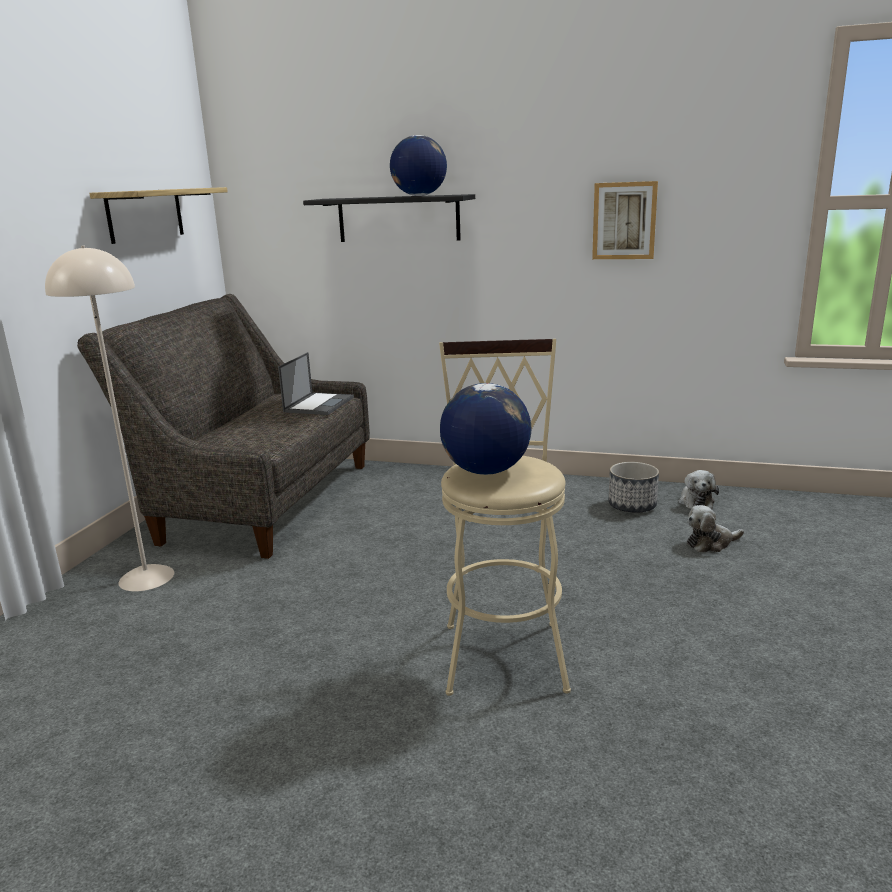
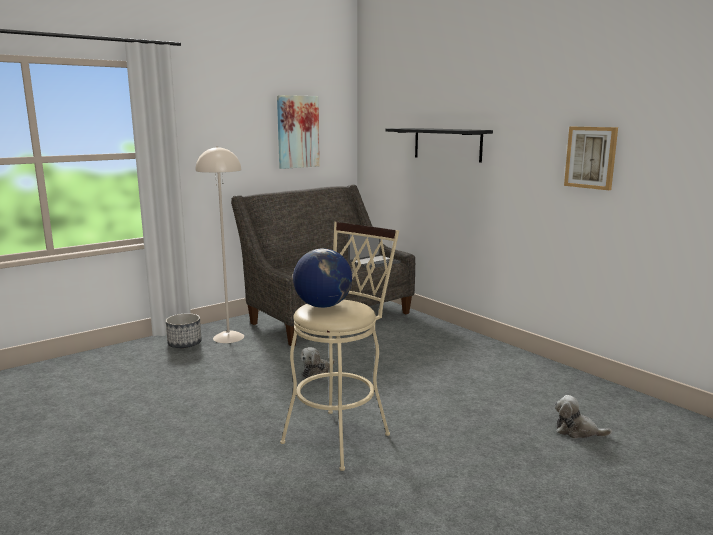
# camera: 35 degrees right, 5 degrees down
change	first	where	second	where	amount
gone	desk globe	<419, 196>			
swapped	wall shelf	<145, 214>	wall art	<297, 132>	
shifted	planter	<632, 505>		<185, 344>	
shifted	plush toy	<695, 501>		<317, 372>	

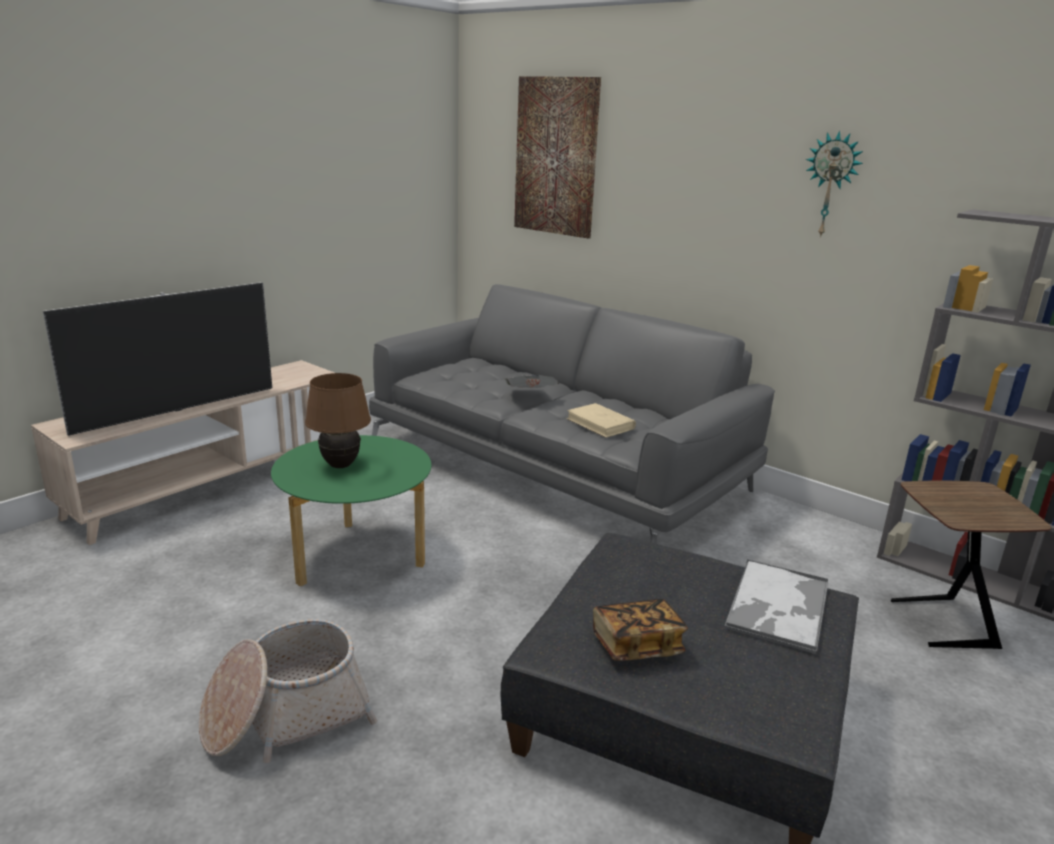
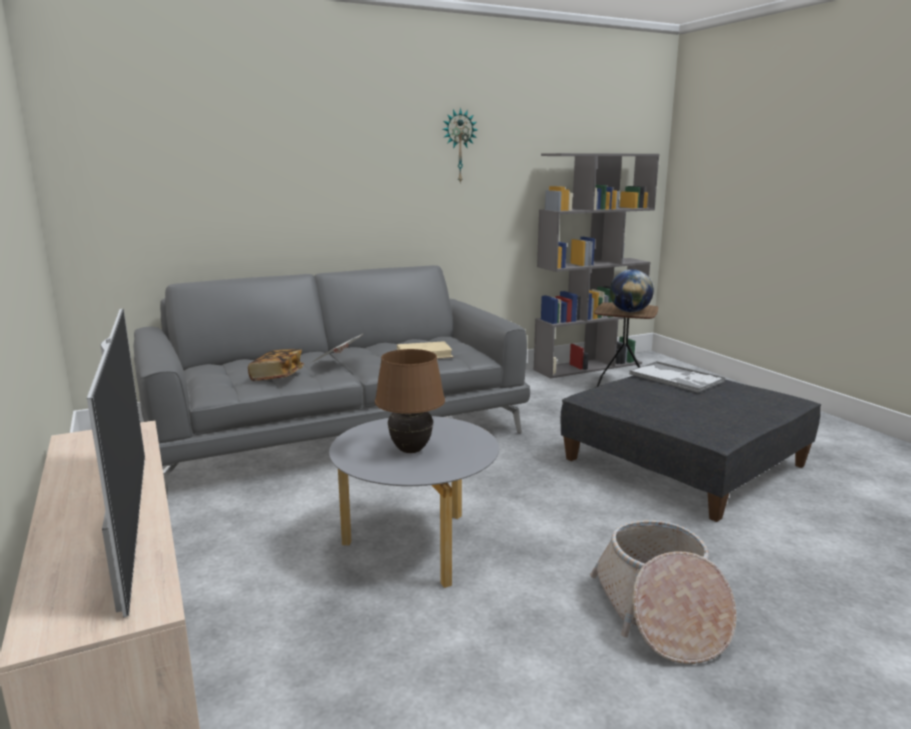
# camera: 65 degrees left, 5 degrees down
change	first	where	second	where	amount
gone	wall art	<556, 157>			
repainted	low table (greenish)	<357, 556>	low table (grey)	<416, 546>	
shifted	book	<636, 645>		<277, 376>	
new			desk globe	<629, 311>	

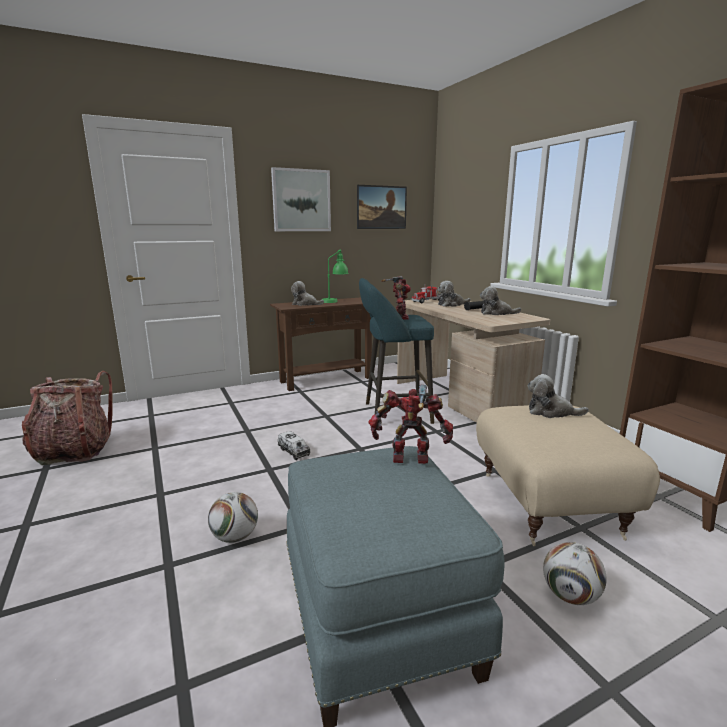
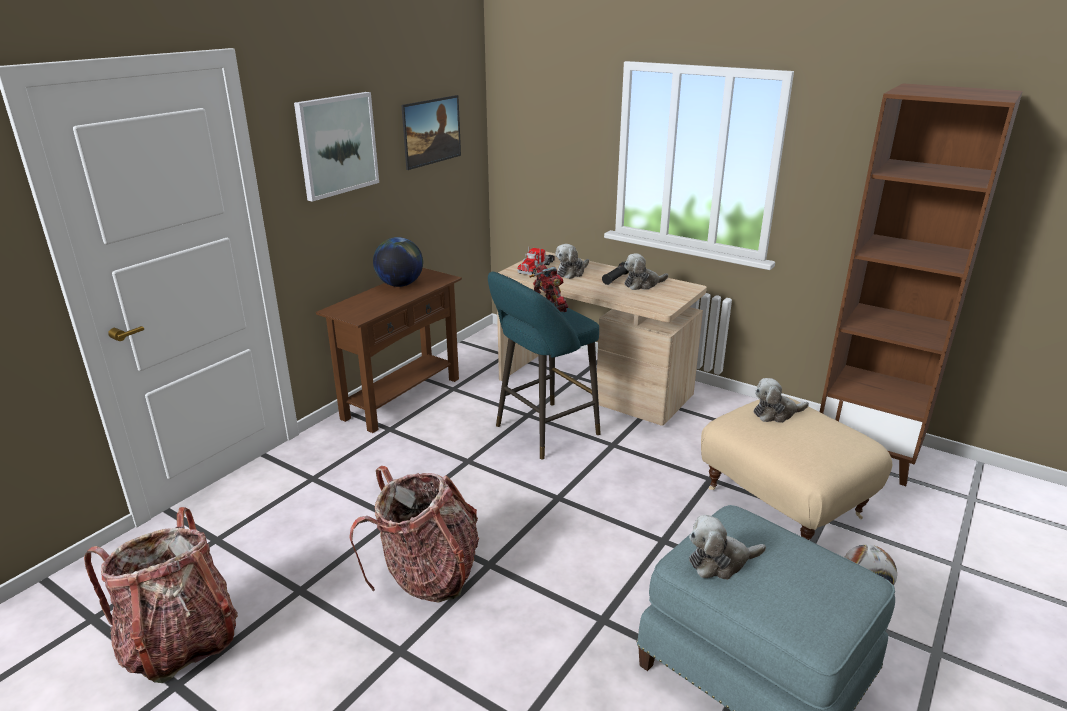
# camera: 30 degrees left, 10 degrees up
change	first	where	second	where	amount
swapped	tabletop lamp (greenish)	<335, 300>	desk globe	<400, 284>	
shifted	plush toy	<305, 304>		<720, 562>	
gone	model robot	<410, 458>			
gone	toy truck	<294, 451>			
gone	football ball	<235, 537>			
new			backpack	<428, 575>	

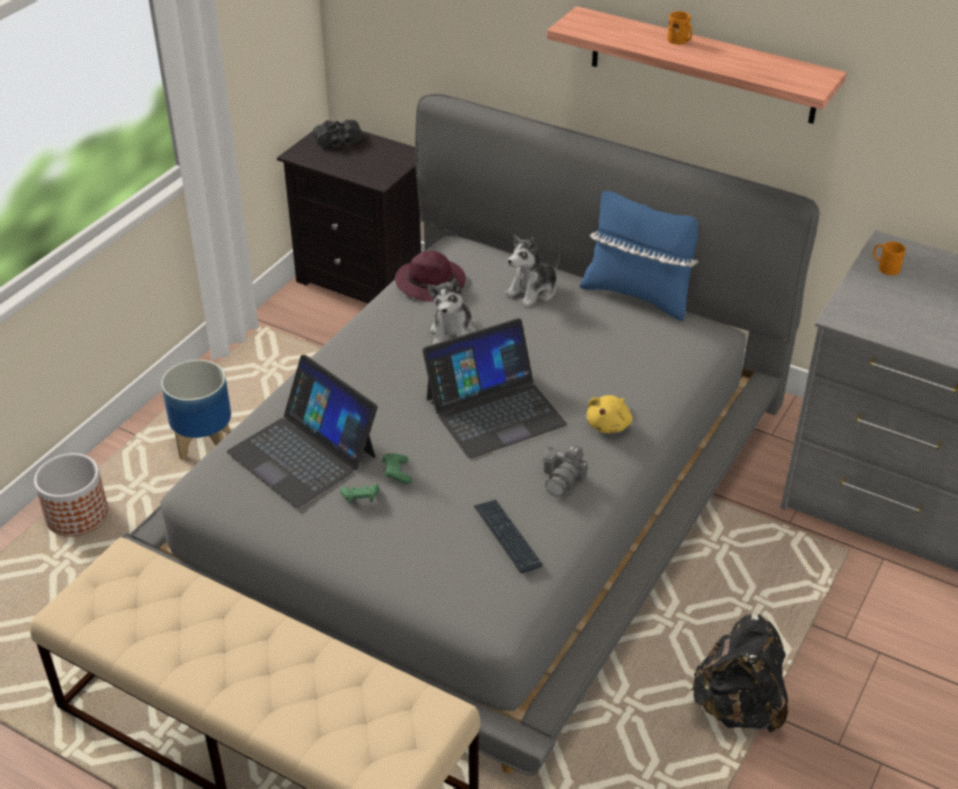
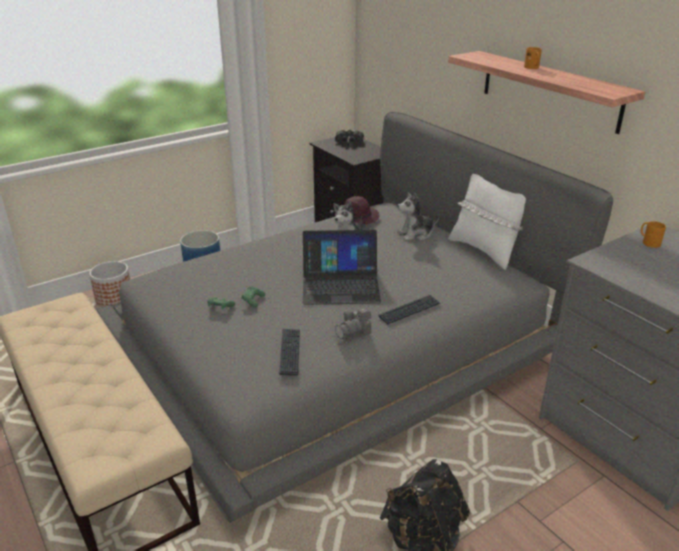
# camera: 25 degrees right, 10 degrees down
change	first	where	second	where	amount
repainted	pillow (blue-coloured)	<638, 295>	pillow (white-coloured)	<484, 250>	
gone	portable computer	<303, 453>			
swapped	plush toy (yellow)	<609, 424>	keyboard	<409, 310>	

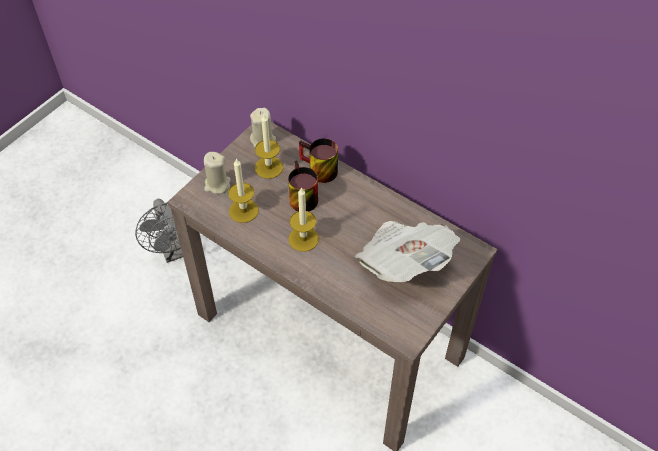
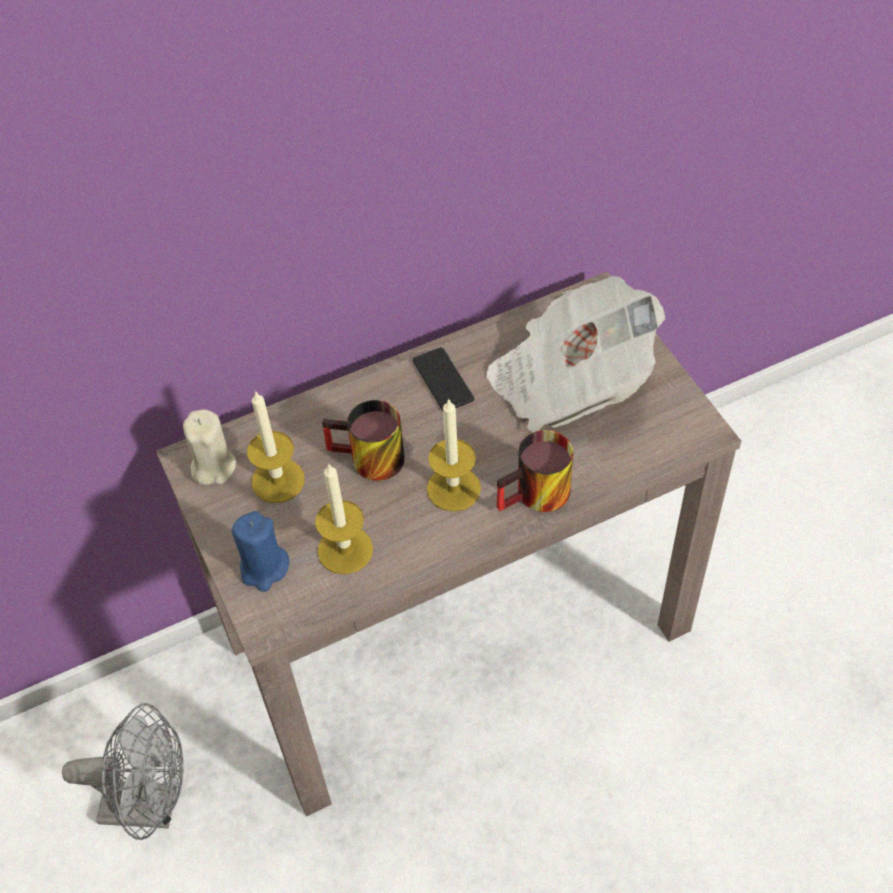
# camera: 60 degrees left, 0 degrees up
change	first	where	second	where	amount
shifted	coffee mug	<317, 171>		<538, 498>	
repainted	candle (beige)	<217, 185>	candle (blue-coloured)	<264, 568>	
new			telephone	<443, 380>	

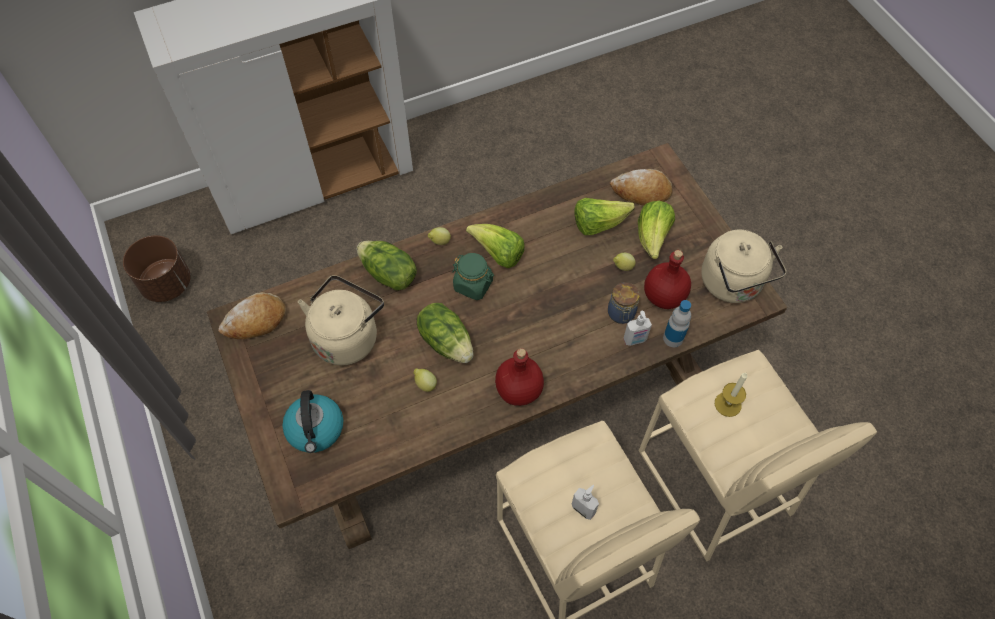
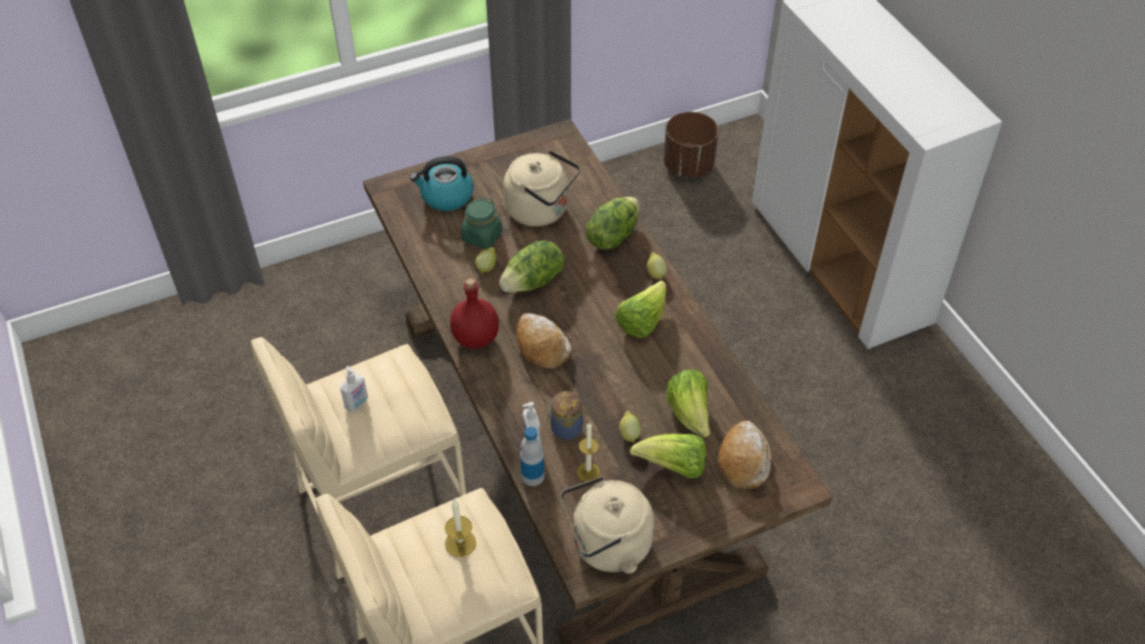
# camera: 90 degrees right, 10 degrees down
change	first	where	second	where	amount
swapped	beverage bottle (red-coloured)	<664, 297>	candle	<588, 472>	
shifted	preserve jar (greenish)	<473, 285>		<482, 237>	
shifted	bread	<255, 321>		<541, 346>	

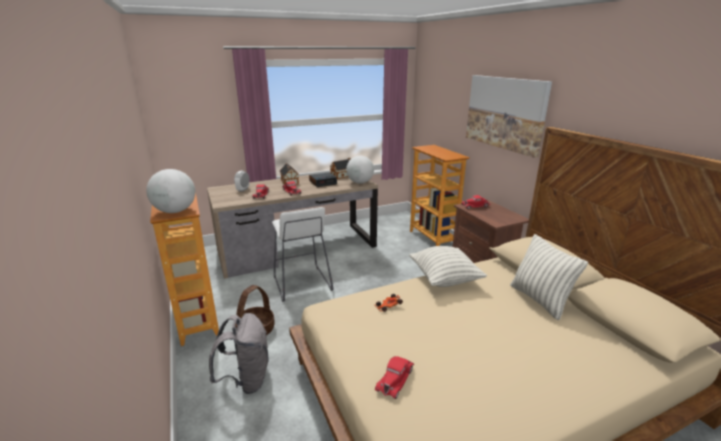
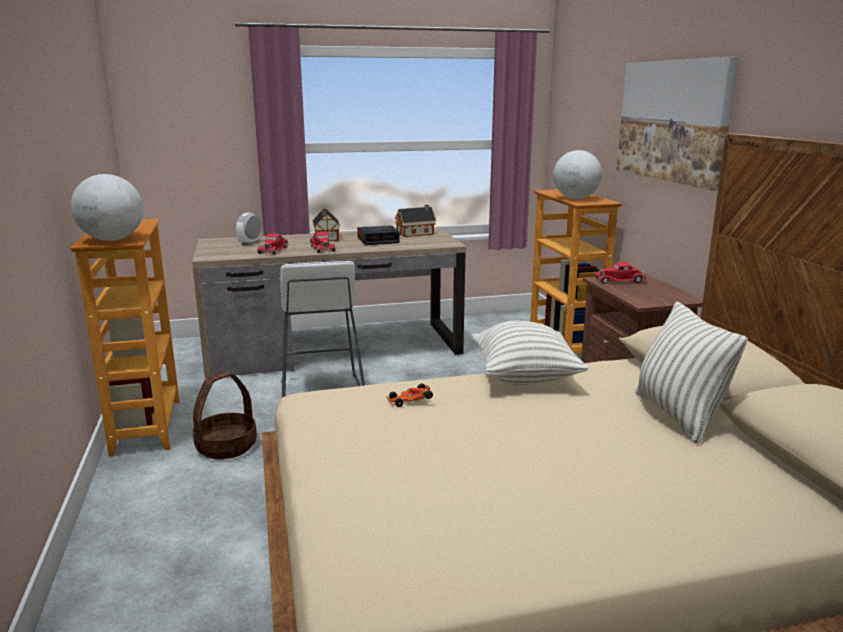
# camera: 10 degrees right, 5 degrees down
change	first	where	second	where	amount
shifted	desk globe	<360, 182>		<575, 198>	
gone	backpack (grey)	<246, 380>			
gone	miniature car (red-coloured)	<395, 379>			

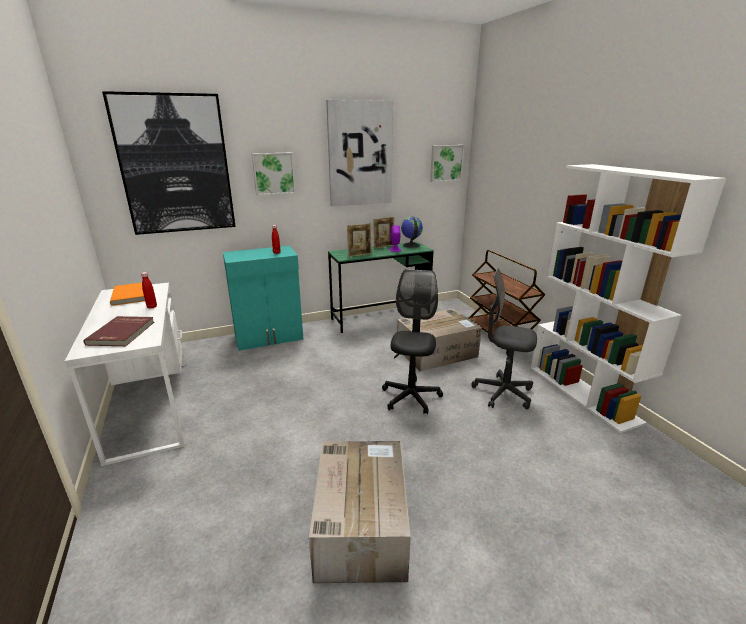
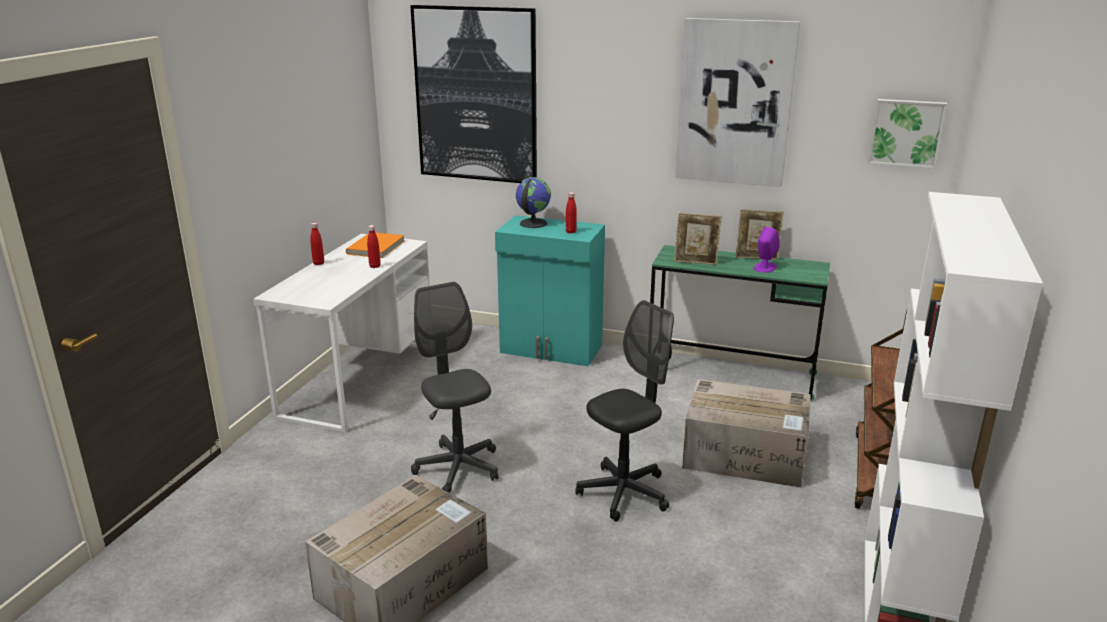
# camera: 40 degrees right, 0 degrees up
change	first	where	second	where	amount
gone	wall art	<273, 173>			
shifted	desk globe	<410, 245>		<532, 223>	
shifted	office chair (grey)	<503, 393>		<458, 468>	
gone	book (red-coloured)	<122, 333>			
new			beverage bottle (red-coloured)	<318, 263>	

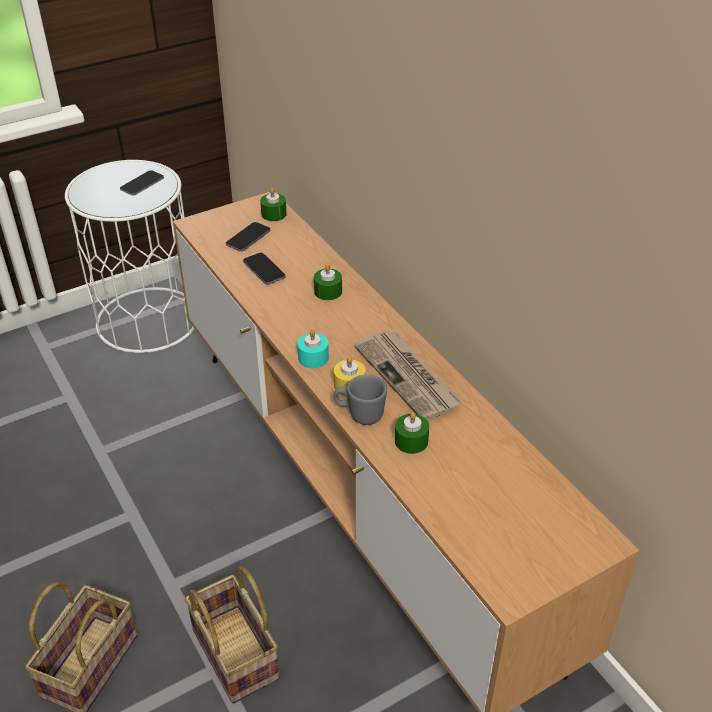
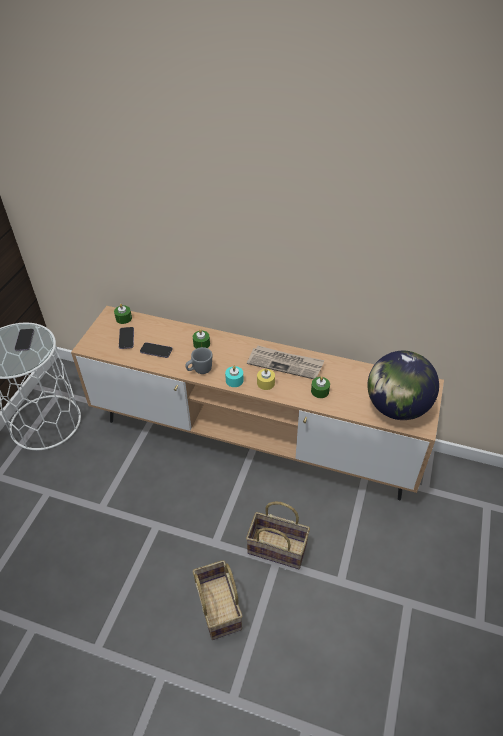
# camera: 40 degrees left, 5 degrees up
change	first	where	second	where	amount
shifted	coffee mug (grey)	<359, 414>		<199, 370>	
new			desk globe	<396, 407>	

